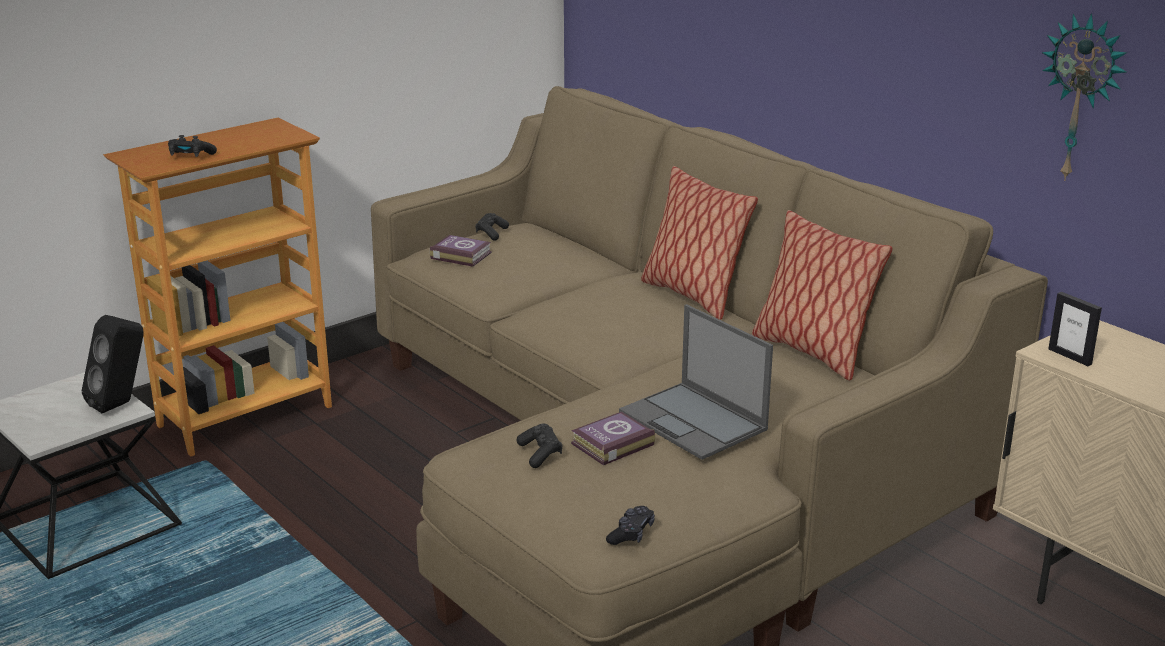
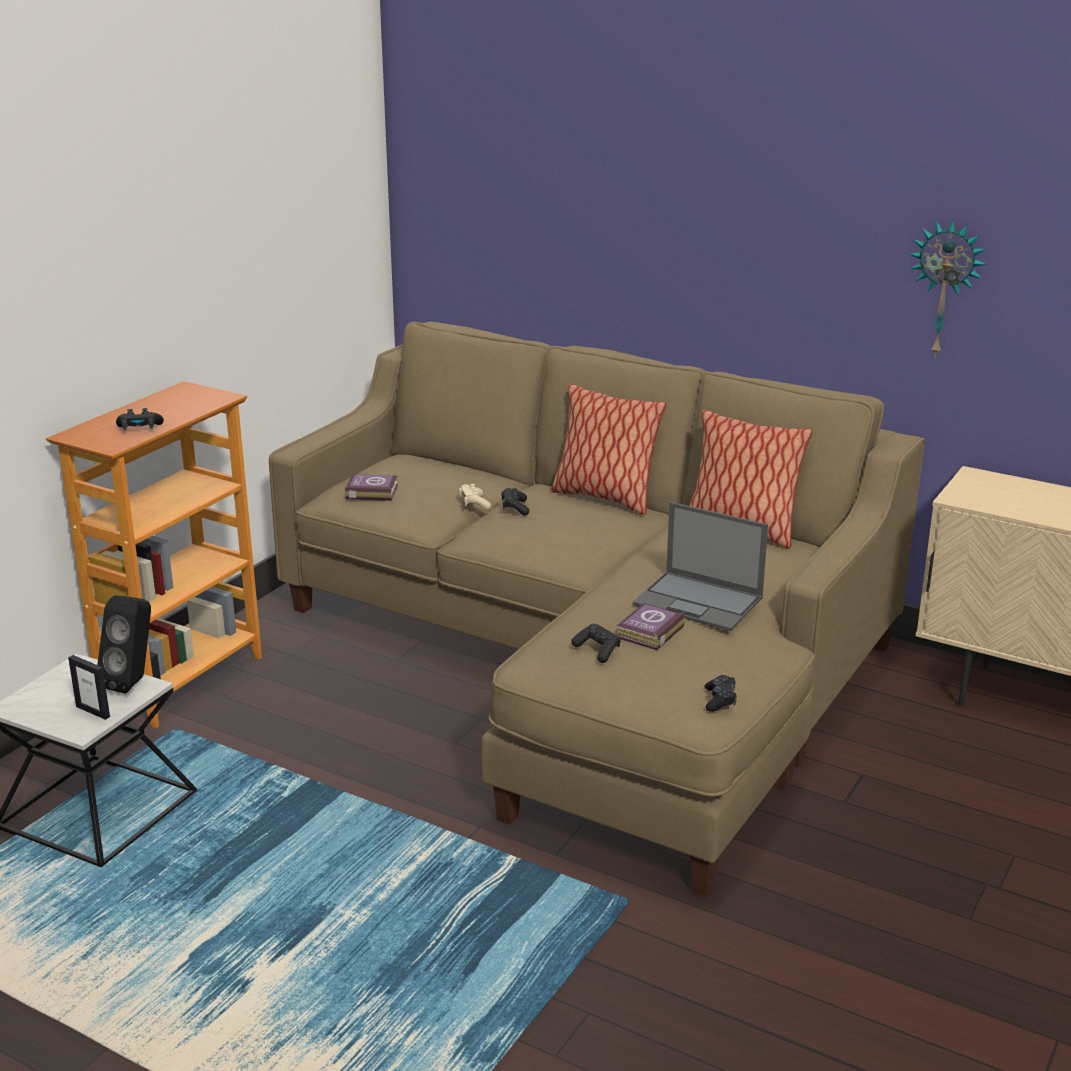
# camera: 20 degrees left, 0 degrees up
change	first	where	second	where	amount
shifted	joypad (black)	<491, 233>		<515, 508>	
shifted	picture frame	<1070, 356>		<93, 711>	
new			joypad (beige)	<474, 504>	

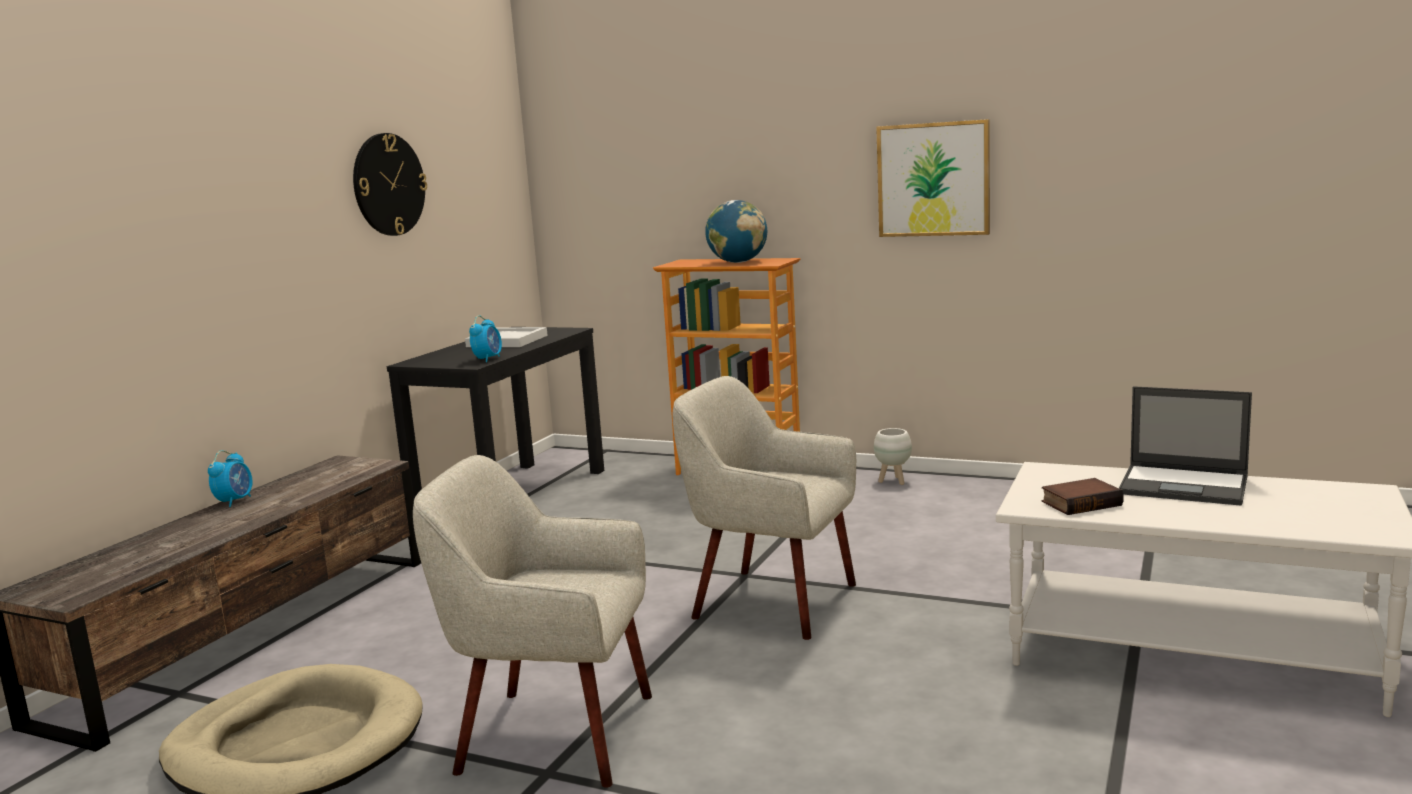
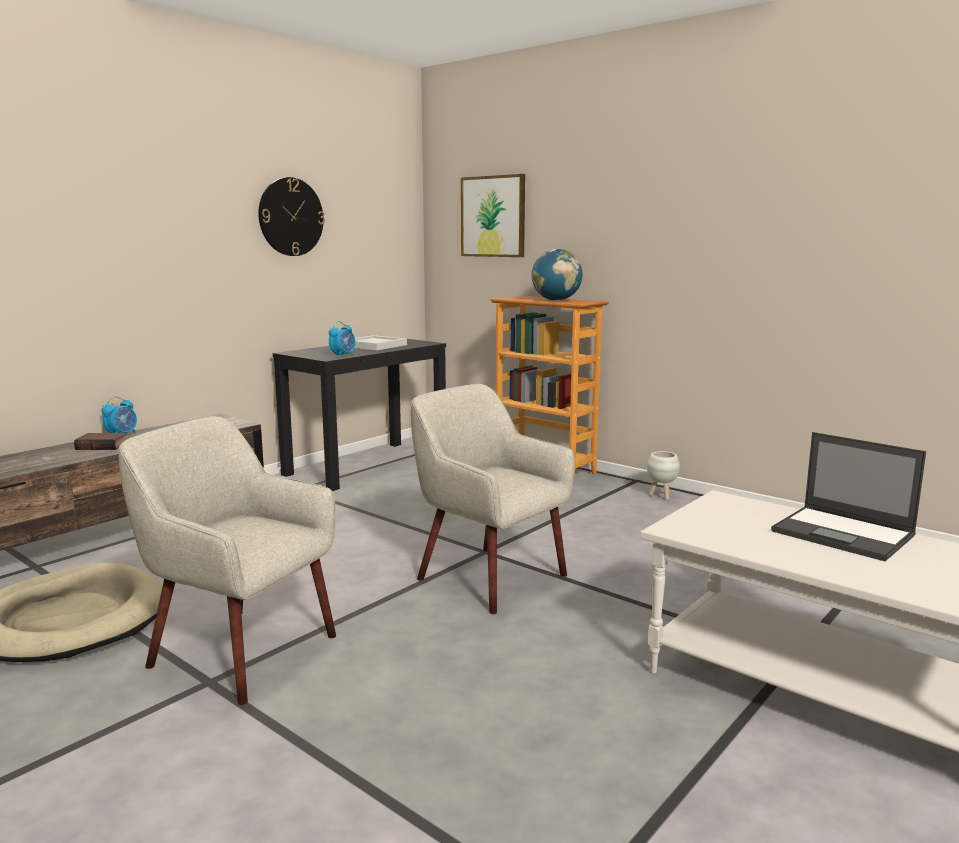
# camera: 15 degrees right, 0 degrees up
change	first	where	second	where	amount
shifted	wall art	<933, 179>		<493, 216>	
shifted	book	<1081, 503>		<103, 445>	

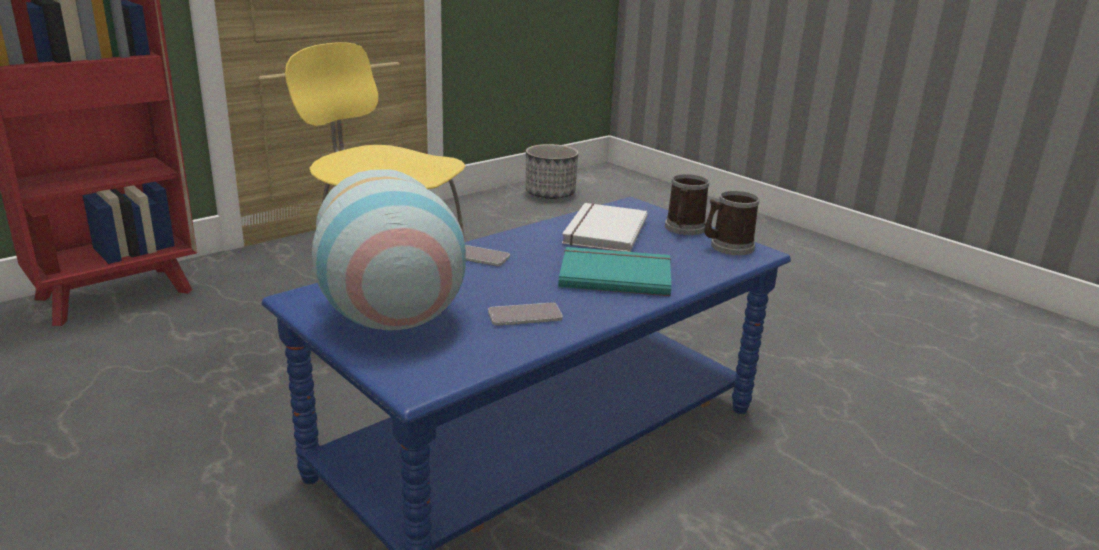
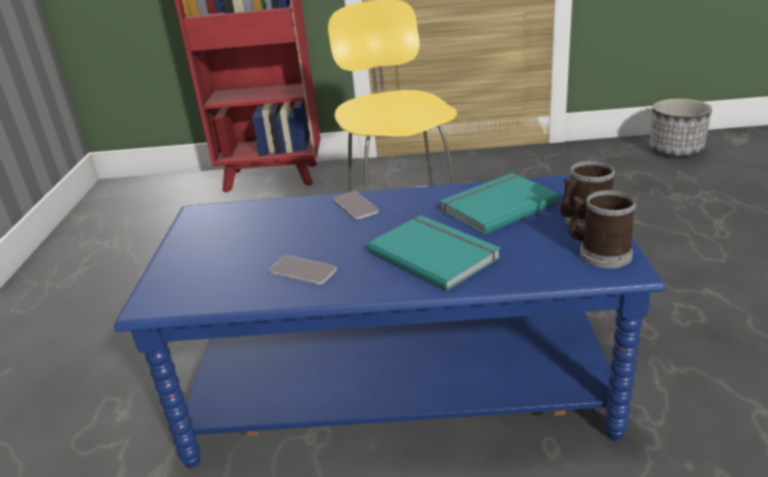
# camera: 45 degrees right, 5 degrees up
change	first	where	second	where	amount
gone	decorative vase	<393, 319>			
repainted	book (white-coloured)	<602, 231>	book (blue-green)	<496, 205>	

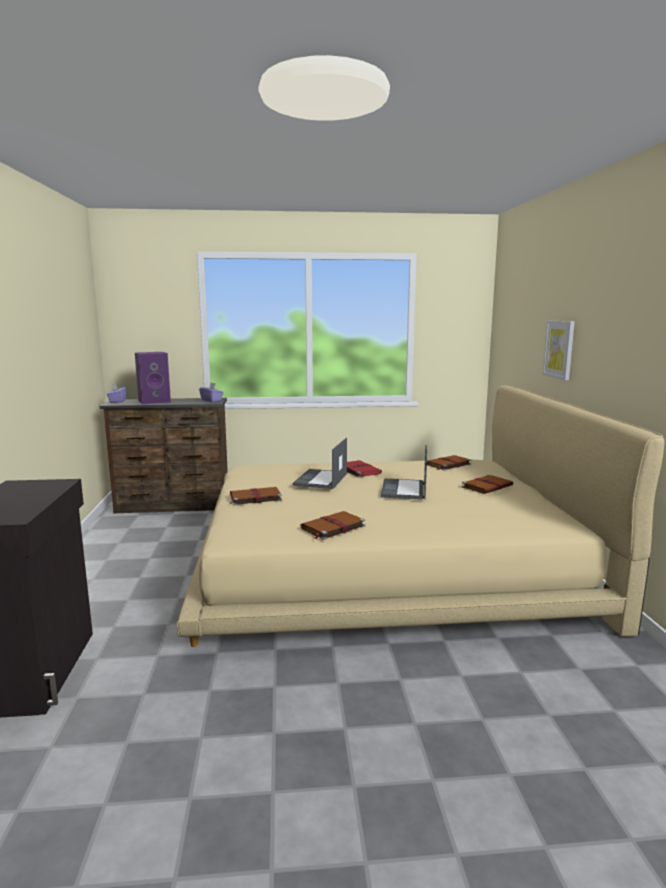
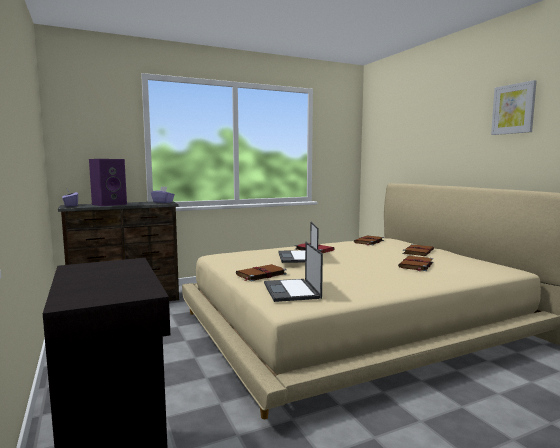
# camera: 20 degrees left, 5 degrees down
change	first	where	second	where	amount
shifted	wall art	<559, 349>		<513, 109>	
shifted	portable computer	<404, 490>		<292, 291>	
shifted	book (brown-coloured)	<332, 527>		<416, 265>	

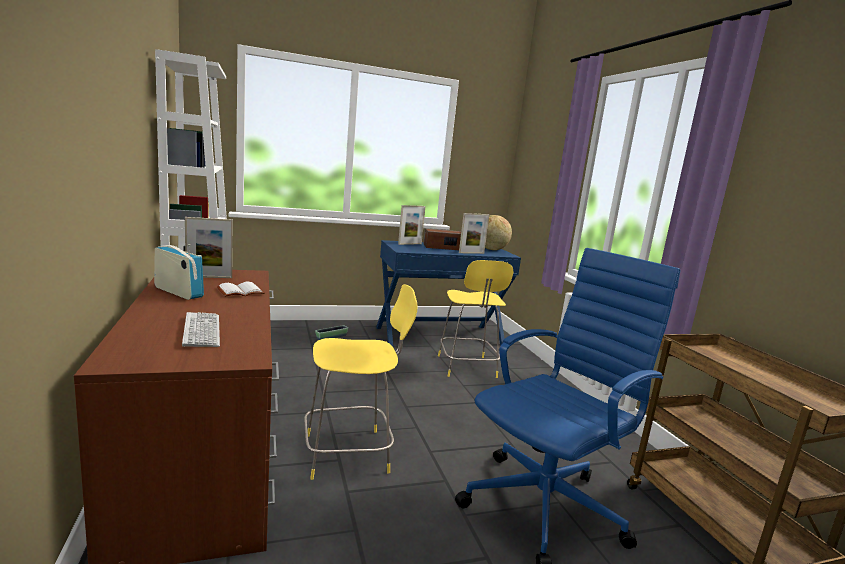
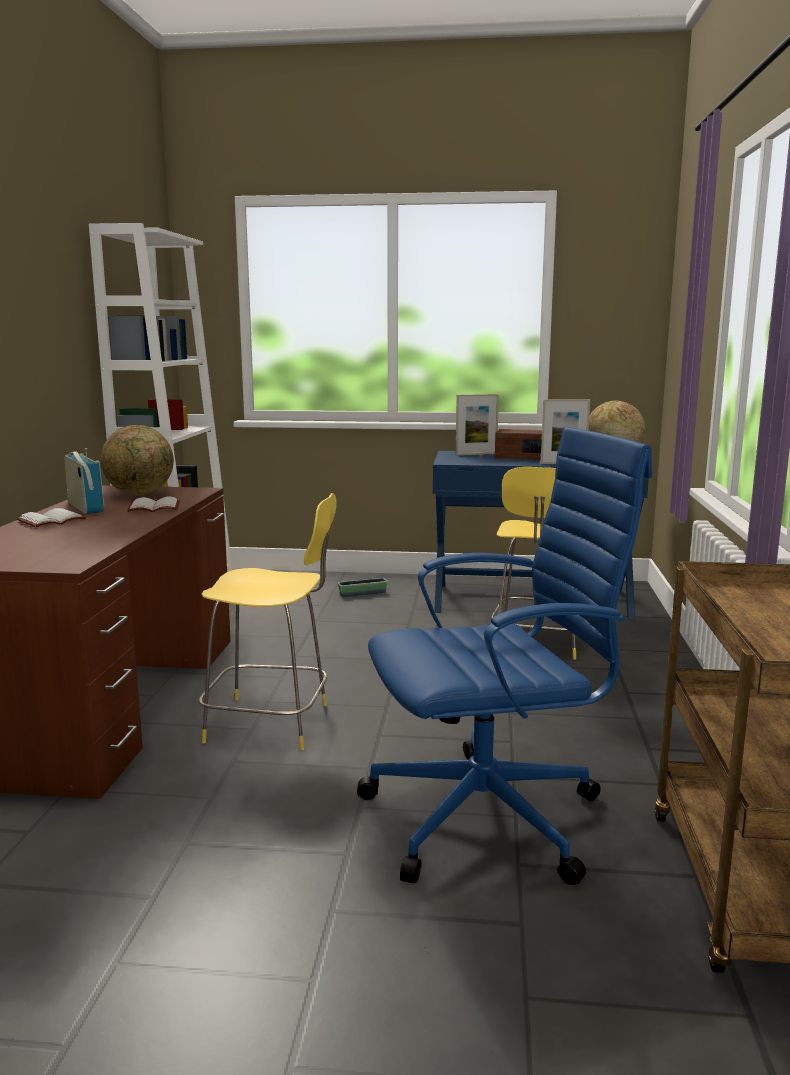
# camera: 25 degrees right, 0 degrees up
change	first	where	second	where	amount
swapped	picture frame	<209, 277>	desk globe	<140, 494>	
gone	keyboard	<202, 331>			
new			book (white-coloured)	<52, 520>	

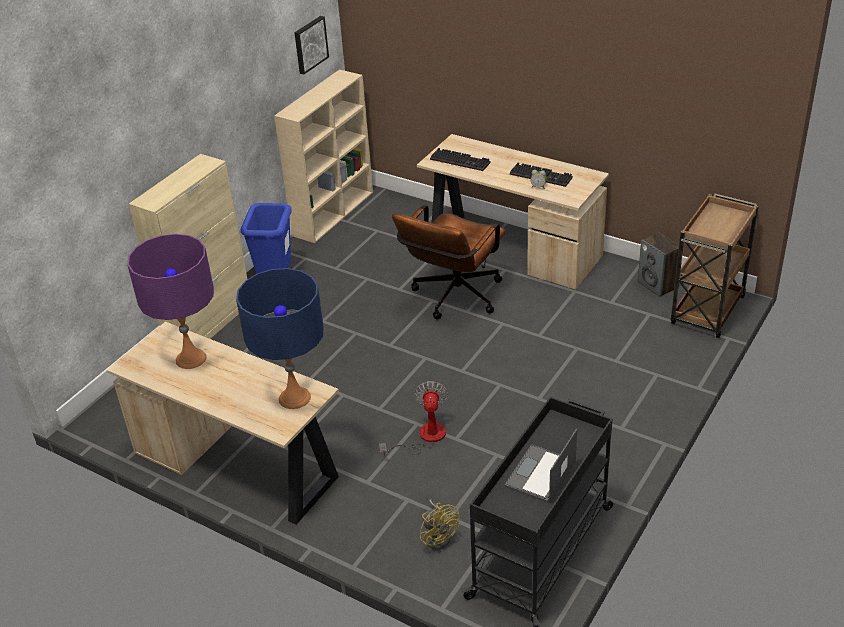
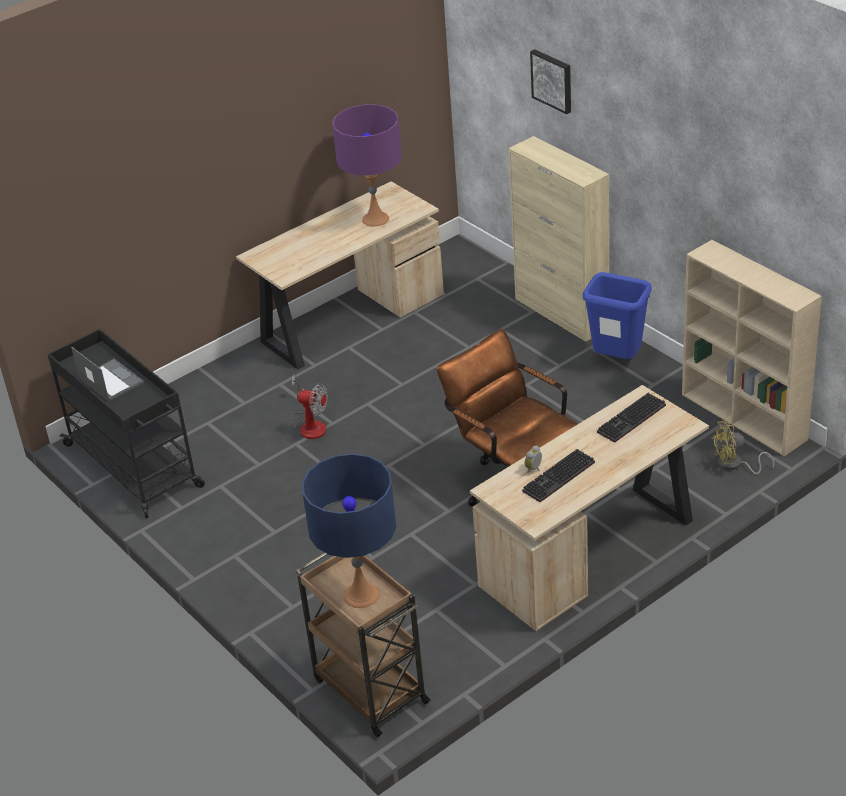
# camera: 110 degrees right, 0 degrees up
change	first	where	second	where	amount
shifted	wall art	<310, 44>		<552, 80>	
gone	audio speaker	<657, 285>			
shifted	tabletop lamp (blue-coloured)	<294, 398>		<361, 595>	
shifted	fan (yellow)	<439, 536>		<734, 465>	

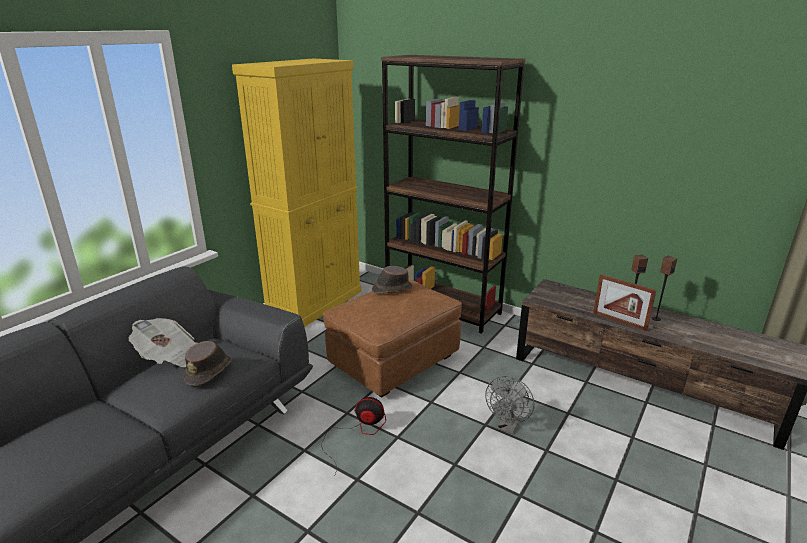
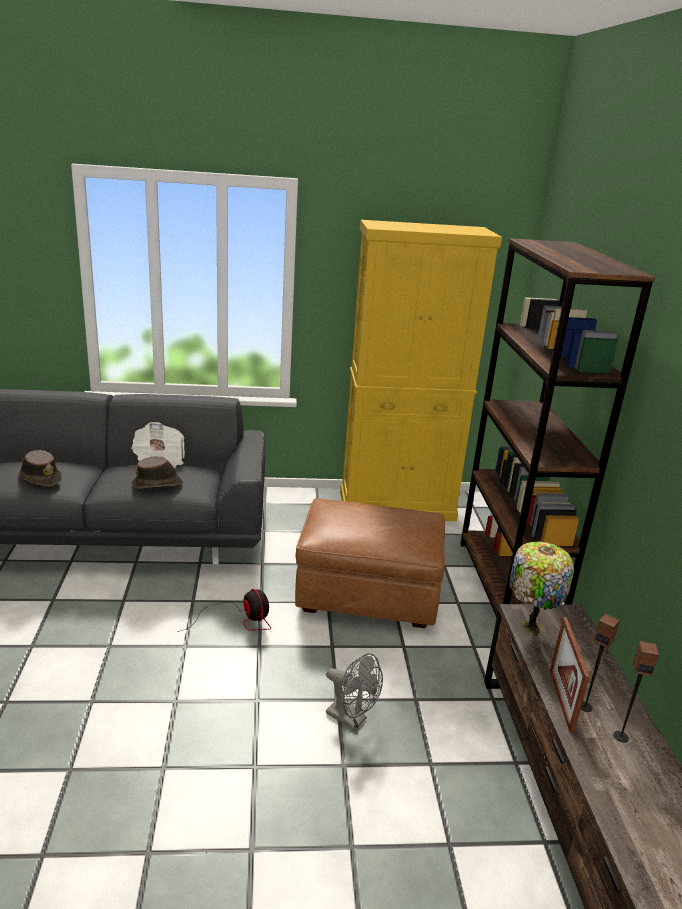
# camera: 50 degrees right, 0 degrees up
change	first	where	second	where	amount
shifted	clothing hat (brown-coloured)	<391, 289>		<40, 478>	
rotated	fan (grey)	<508, 427>		<351, 719>	135 degrees counterclockwise
new			tabletop lamp	<530, 626>	

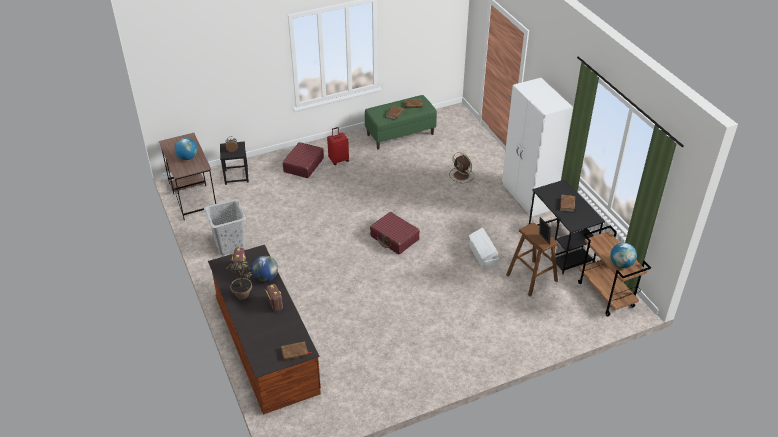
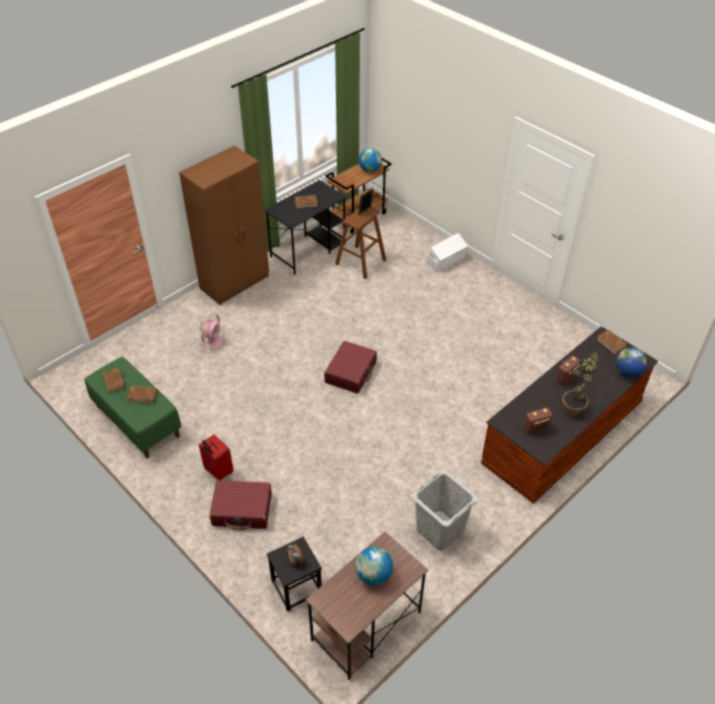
# camera: 110 degrees left, 5 degrees up
change	first	where	second	where	amount
repainted	wardrobe (white-coloured)	<528, 197>	wardrobe (brown-coloured)	<235, 282>	
repainted	fan (brown-coloured)	<461, 175>	fan (pinkish)	<213, 341>	
shifted	storage box (white-coloured)	<483, 256>		<446, 260>	
shifted	desk globe	<266, 277>		<628, 372>	

